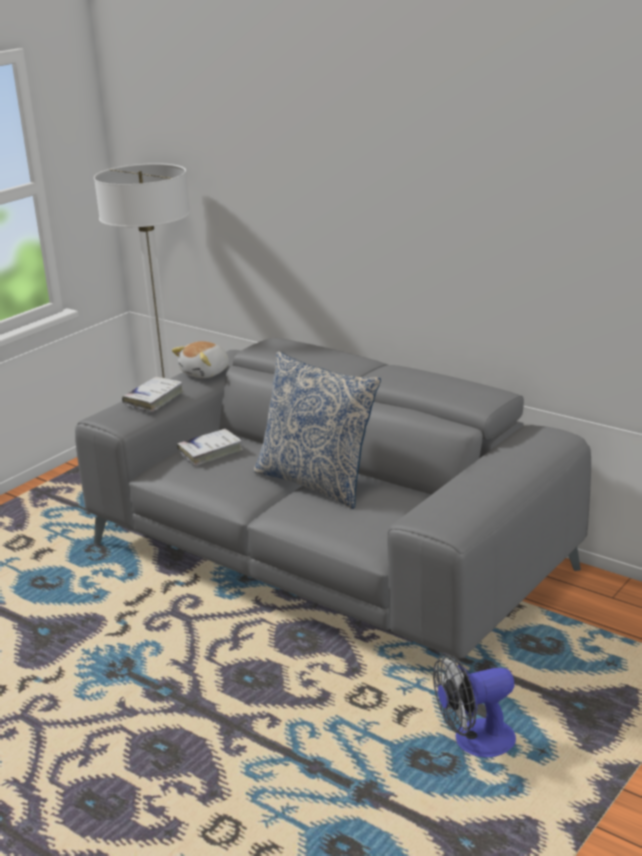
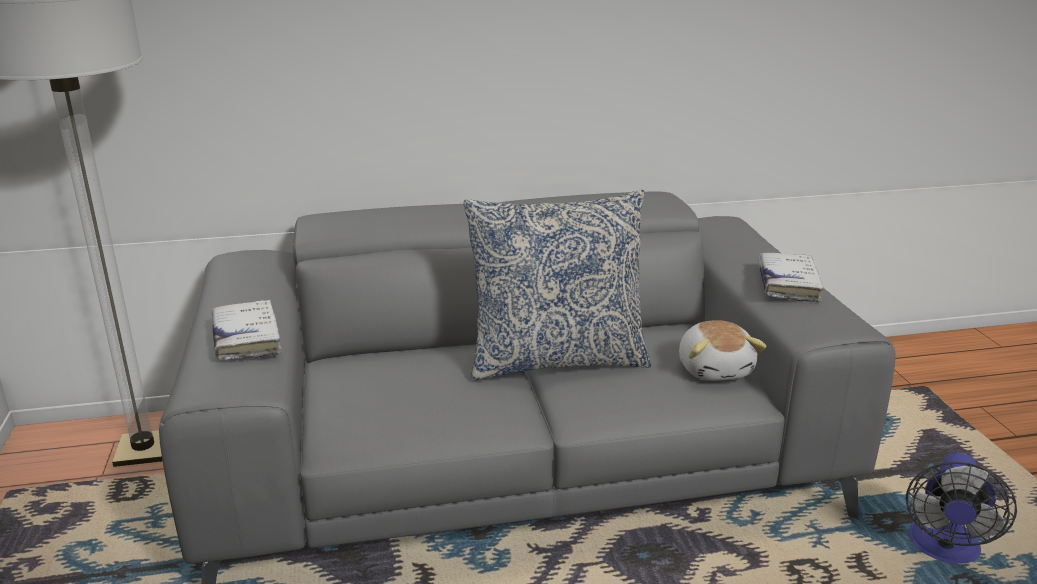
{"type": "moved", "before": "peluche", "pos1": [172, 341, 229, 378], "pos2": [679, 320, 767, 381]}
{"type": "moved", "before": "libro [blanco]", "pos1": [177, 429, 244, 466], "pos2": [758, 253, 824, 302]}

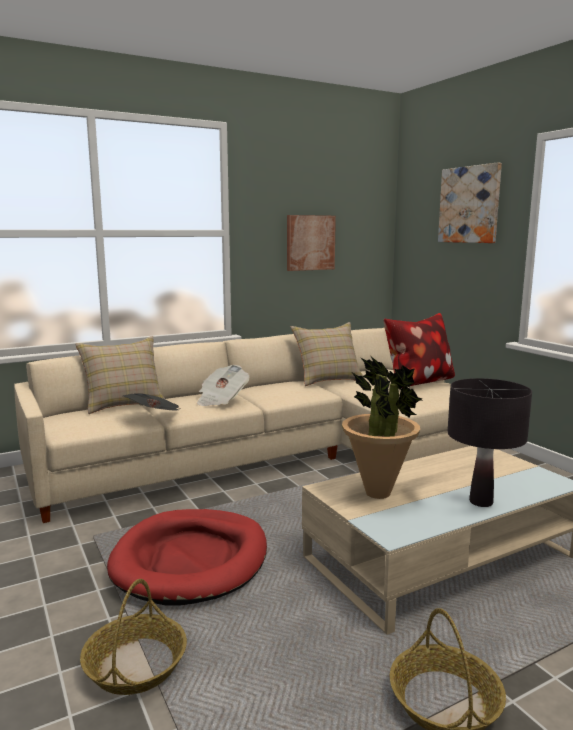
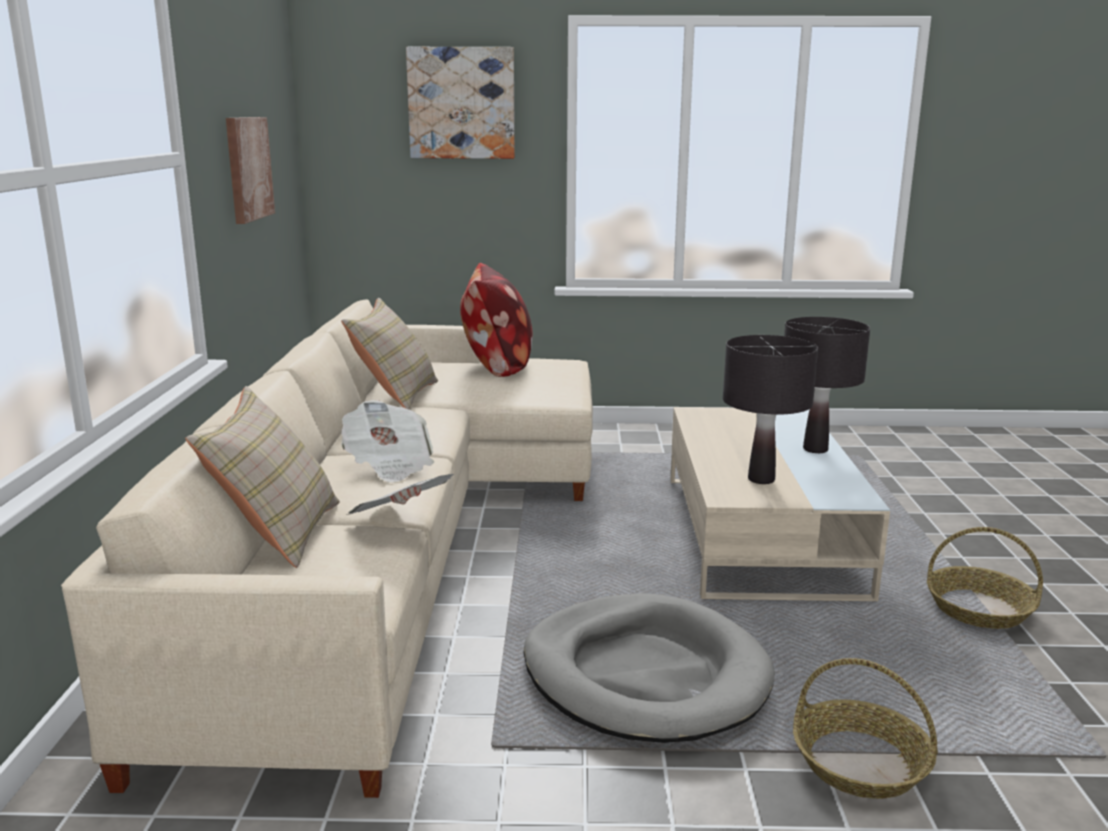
{"type": "replaced", "before": "planta en maceta", "after": "lámpara de mesa [negro]", "pos1": [342, 356, 422, 499], "pos2": [723, 335, 818, 484]}
{"type": "recoloured", "before": "cama para perro [rojo]", "after": "cama para perro [gris]", "pos1": [107, 509, 267, 606], "pos2": [523, 593, 775, 743]}

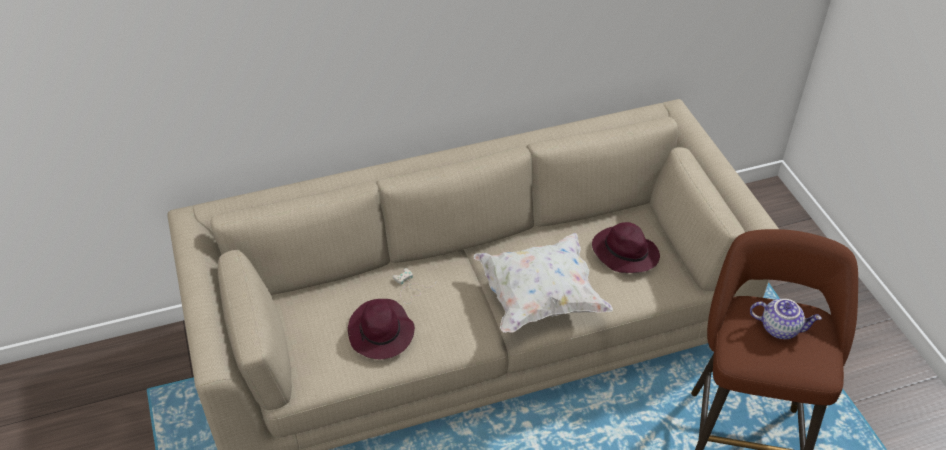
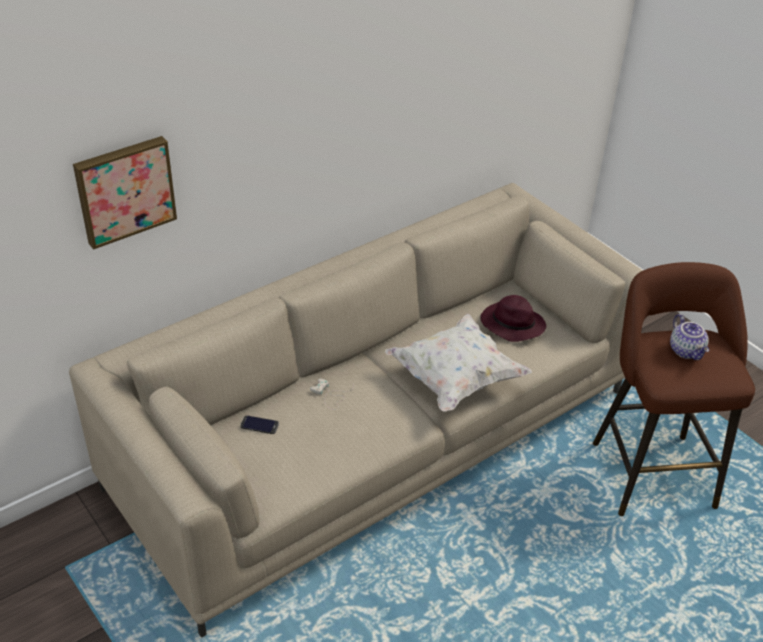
{"type": "removed", "before": "sombrero [morado]", "pos1": [348, 299, 415, 359]}
{"type": "added", "after": "cuadro", "pos2": [73, 136, 177, 250]}
{"type": "added", "after": "móvil", "pos2": [240, 416, 279, 434]}
{"type": "turned", "before": "tetera", "pos1": [750, 299, 822, 339], "pos2": [670, 314, 709, 360], "turn": 75}

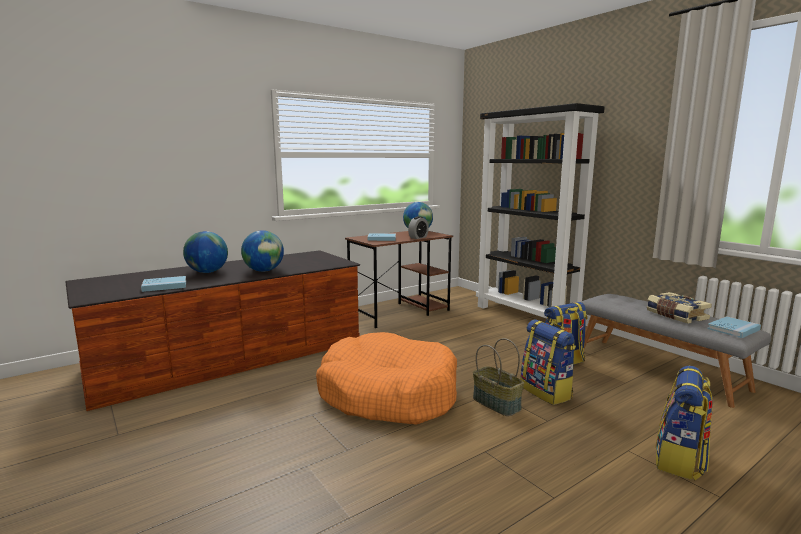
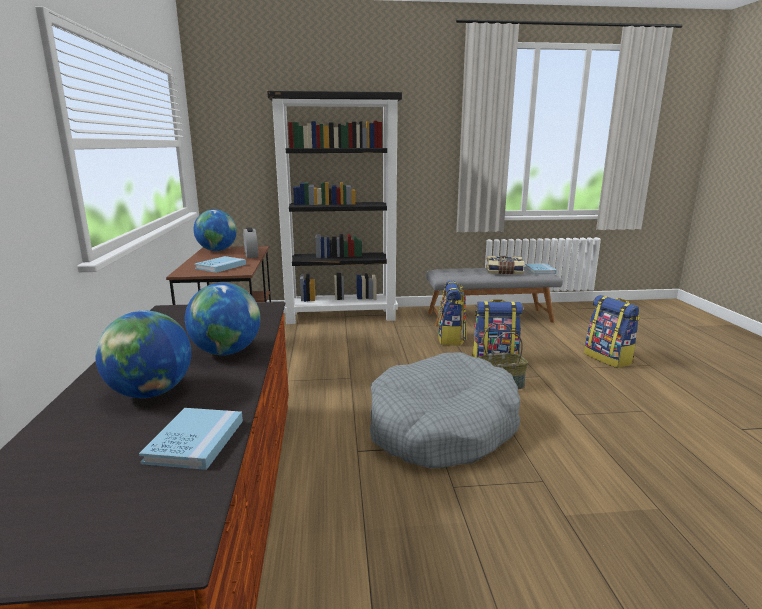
{"type": "recoloured", "before": "cama para perro [naranja]", "after": "cama para perro [gris]", "pos1": [316, 332, 457, 425], "pos2": [370, 352, 521, 468]}

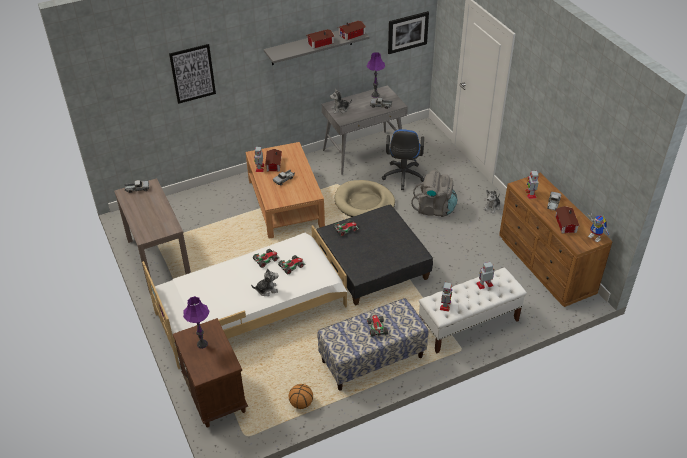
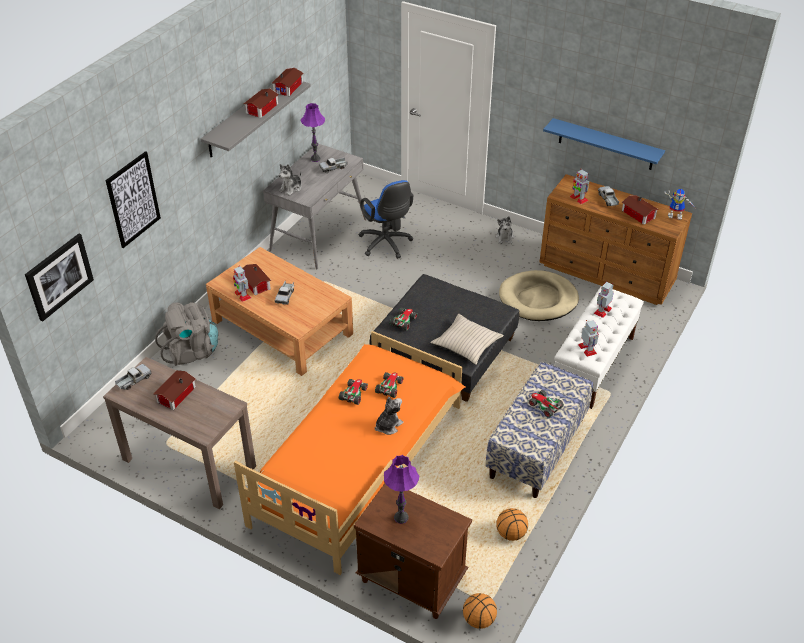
{"type": "added", "after": "casita", "pos2": [153, 370, 196, 410]}
{"type": "added", "after": "cojín [beis]", "pos2": [430, 314, 504, 365]}
{"type": "added", "after": "balón de baloncesto", "pos2": [463, 593, 497, 629]}
{"type": "added", "after": "estante [azul]", "pos2": [543, 118, 665, 170]}
{"type": "moved", "before": "cama para perro [beis]", "pos1": [335, 180, 395, 217], "pos2": [499, 270, 579, 321]}
{"type": "moved", "before": "cuadro", "pos1": [388, 11, 429, 54], "pos2": [25, 234, 94, 322]}
{"type": "moved", "before": "mochila [gris]", "pos1": [411, 170, 457, 217], "pos2": [155, 302, 218, 366]}
{"type": "recoloured", "before": "cama [blanco]", "after": "cama [naranja]", "pos1": [142, 225, 347, 369], "pos2": [234, 331, 465, 575]}

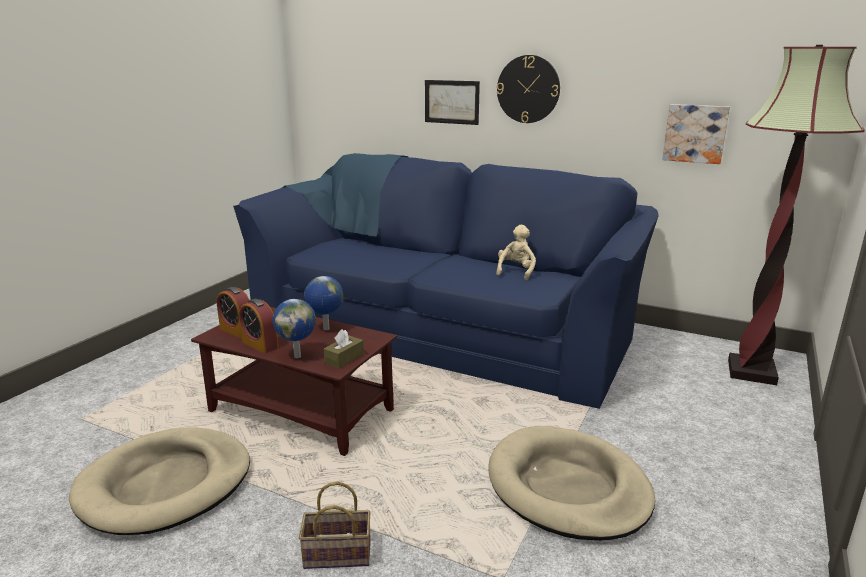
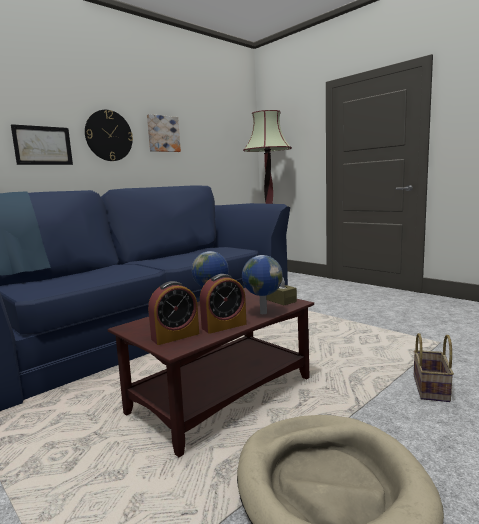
{"type": "removed", "before": "cama para perro [beis]", "pos1": [488, 426, 655, 541]}
{"type": "removed", "before": "peluche [beis]", "pos1": [496, 225, 536, 280]}
{"type": "moved", "before": "cuadro", "pos1": [662, 104, 730, 164], "pos2": [147, 114, 181, 152]}

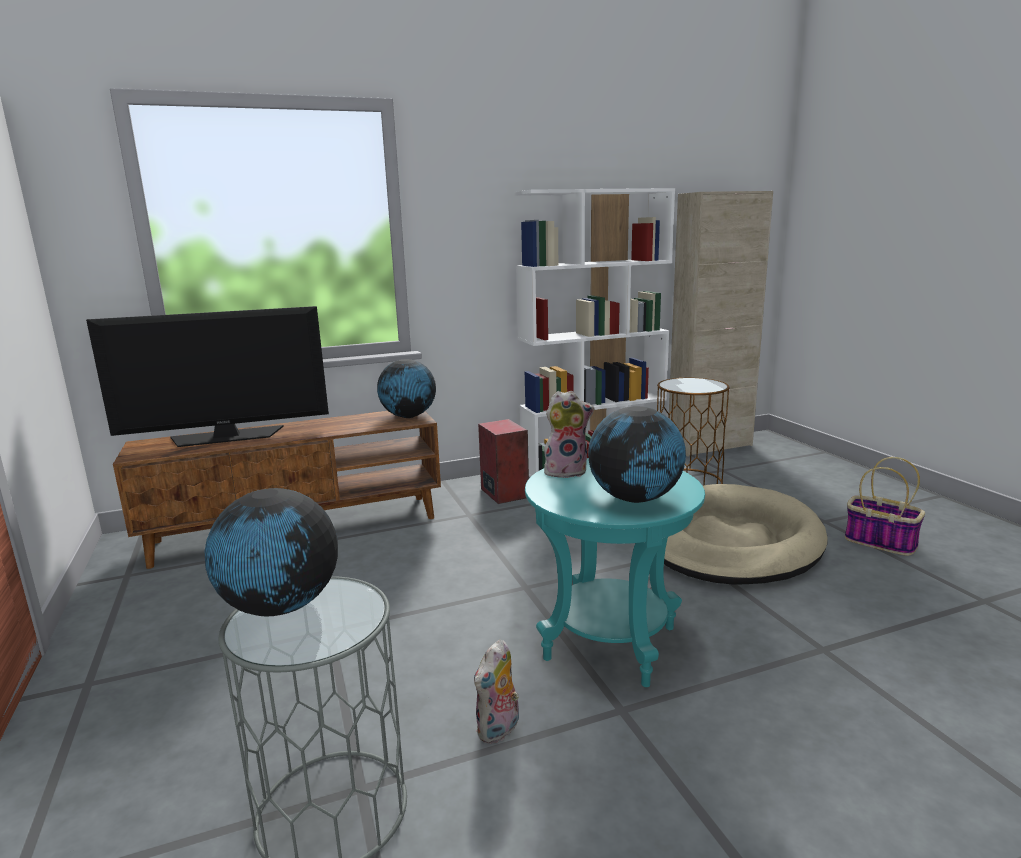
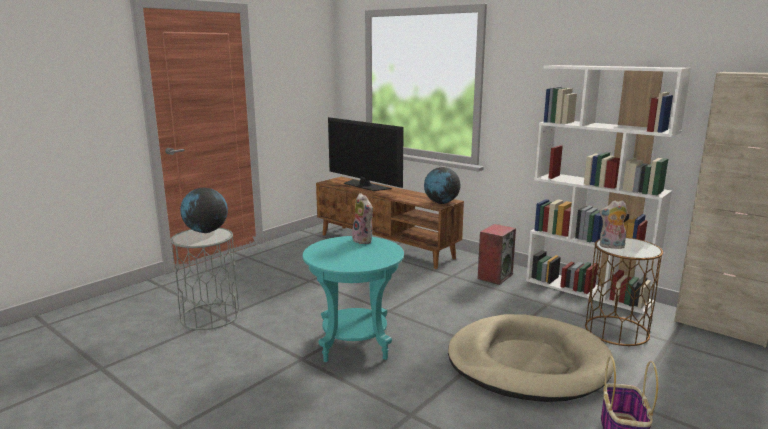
{"type": "removed", "before": "globo terráqueo", "pos1": [588, 406, 686, 503]}
{"type": "moved", "before": "peluche", "pos1": [474, 639, 519, 744], "pos2": [599, 201, 628, 249]}

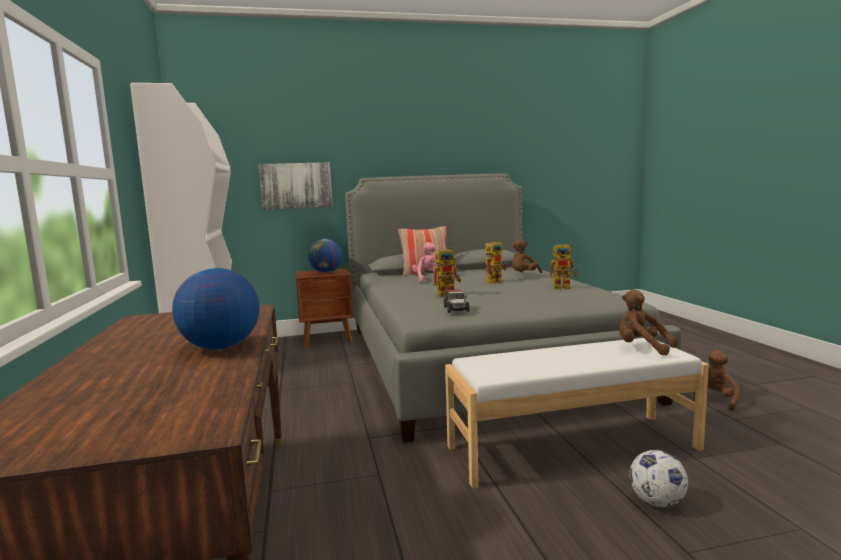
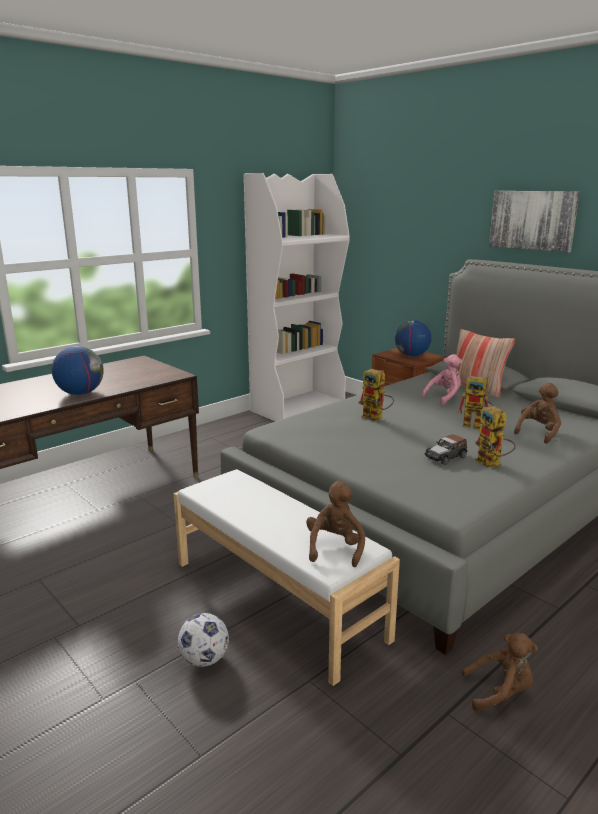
{"type": "moved", "before": "cuadro", "pos1": [259, 162, 333, 210], "pos2": [489, 191, 580, 253]}
{"type": "moved", "before": "coche de juguete", "pos1": [444, 290, 470, 313], "pos2": [425, 434, 467, 465]}
{"type": "turned", "before": "peluche [marrón]", "pos1": [512, 239, 542, 273], "pos2": [514, 383, 561, 444], "turn": 120}

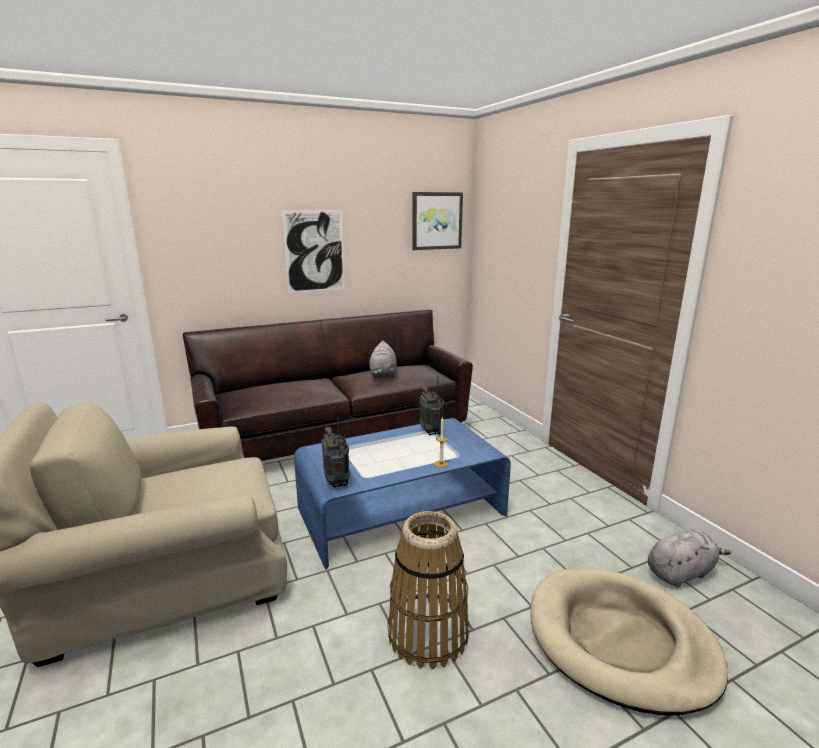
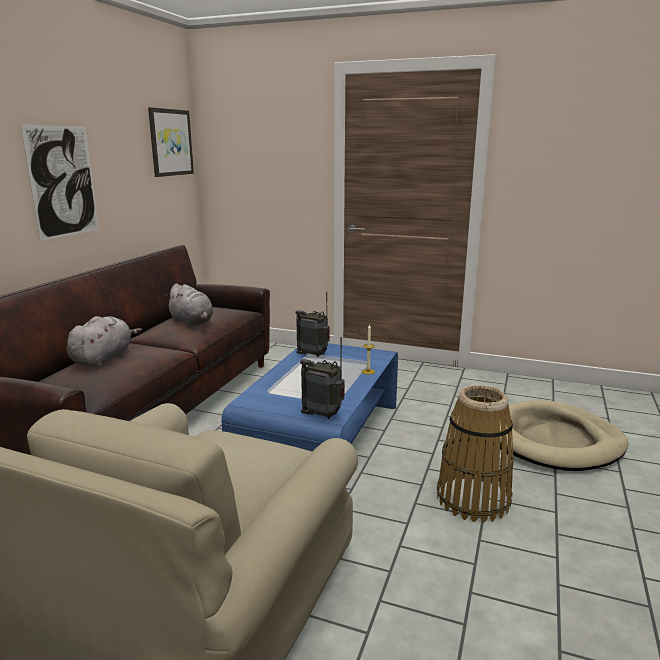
{"type": "moved", "before": "peluche [gris]", "pos1": [648, 529, 731, 588], "pos2": [67, 316, 142, 367]}

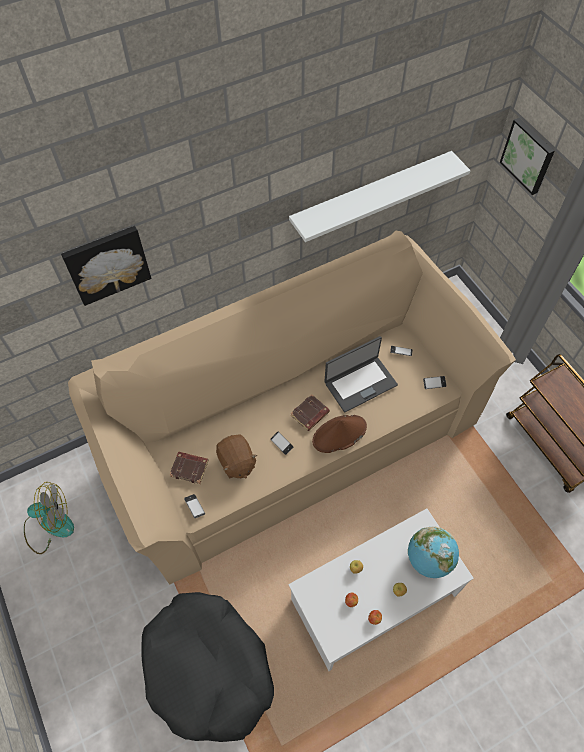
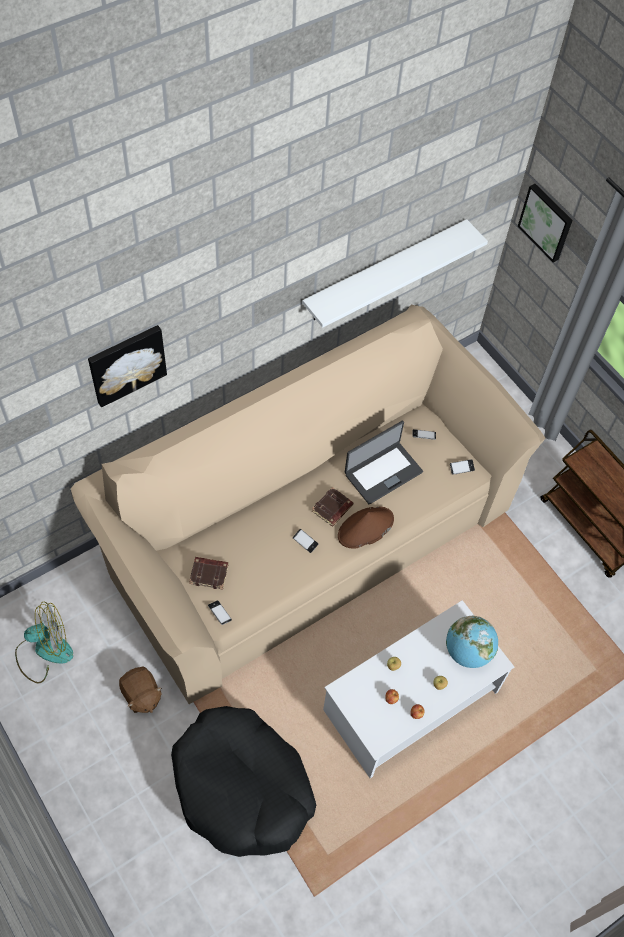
{"type": "moved", "before": "peluche [marrón]", "pos1": [216, 434, 257, 479], "pos2": [119, 666, 162, 713]}

